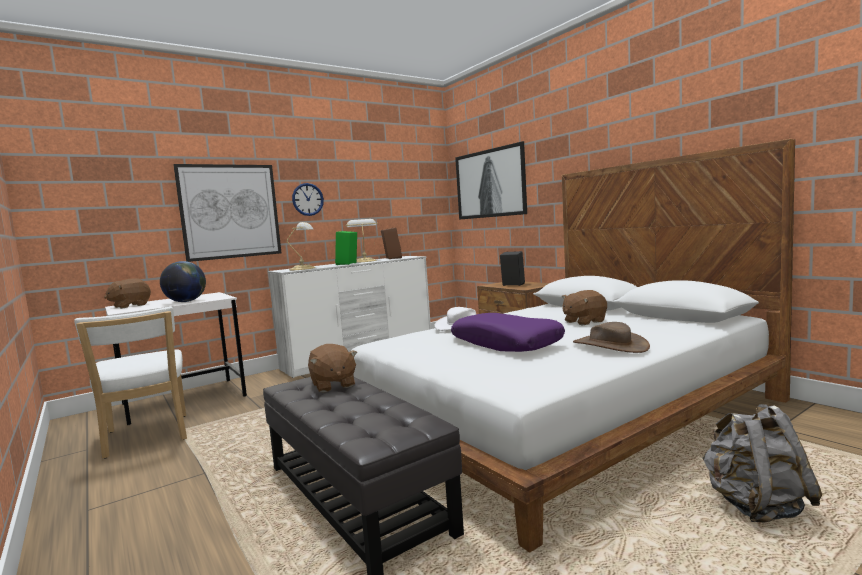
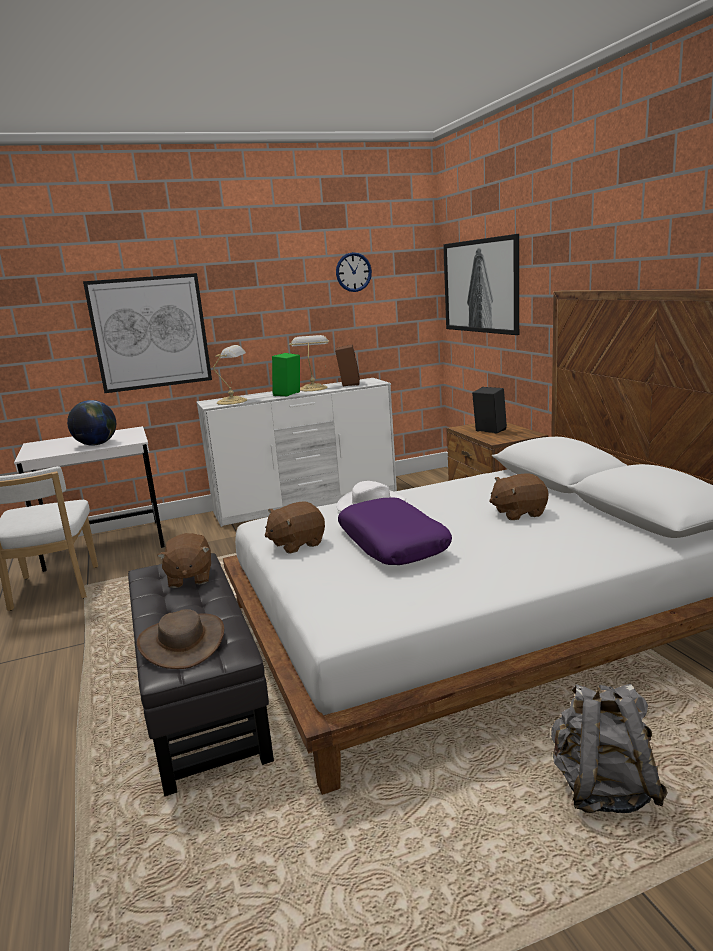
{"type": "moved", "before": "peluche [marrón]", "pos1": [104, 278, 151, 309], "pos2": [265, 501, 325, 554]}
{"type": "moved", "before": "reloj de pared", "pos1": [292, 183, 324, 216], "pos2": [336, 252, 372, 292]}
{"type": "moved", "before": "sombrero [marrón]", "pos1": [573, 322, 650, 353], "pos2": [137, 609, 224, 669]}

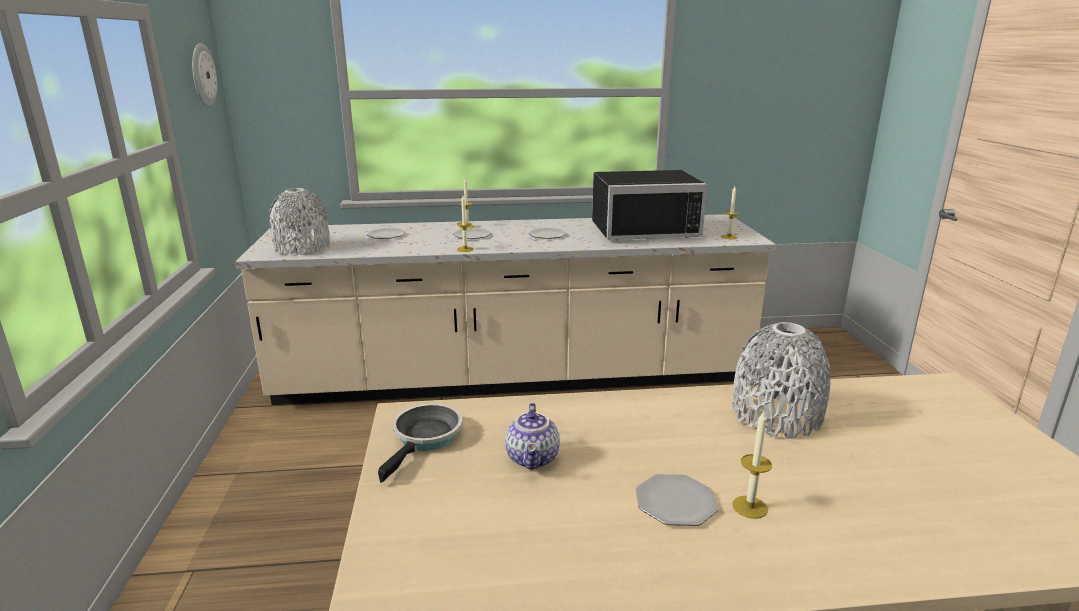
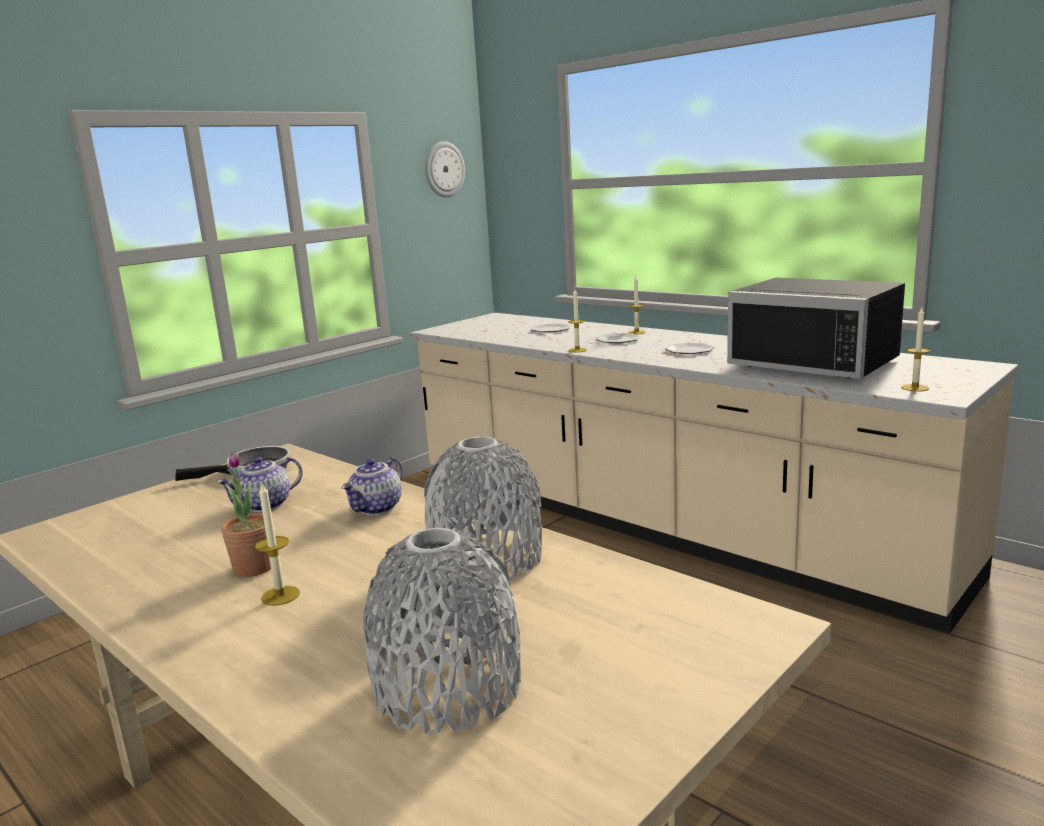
{"type": "added", "after": "tetera", "pos2": [341, 457, 402, 515]}
{"type": "moved", "before": "florero [gris]", "pos1": [269, 188, 330, 256], "pos2": [363, 528, 521, 734]}
{"type": "replaced", "before": "plato", "after": "planta en maceta", "pos1": [636, 474, 719, 526], "pos2": [221, 452, 271, 577]}

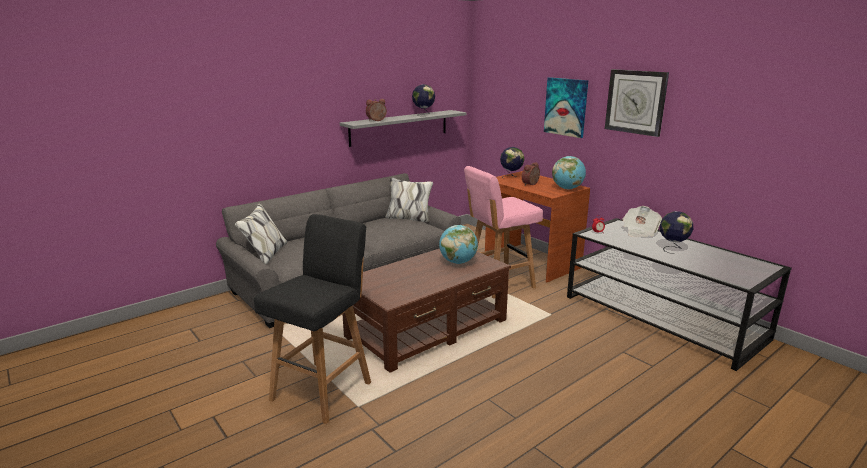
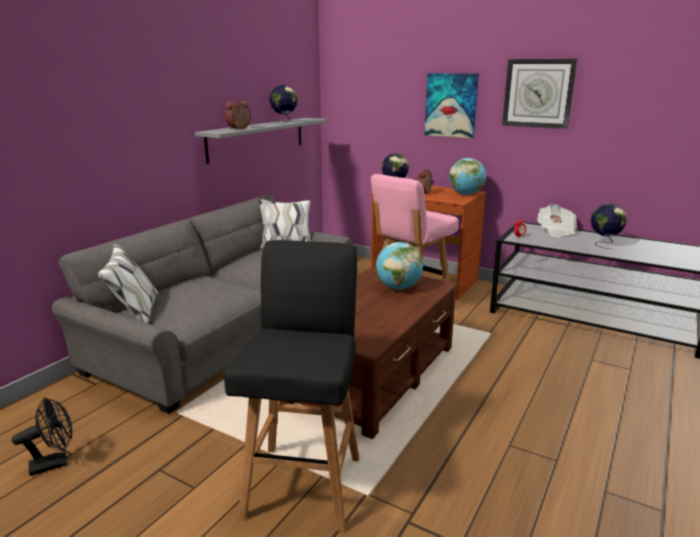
{"type": "added", "after": "ventilador [negro]", "pos2": [12, 397, 72, 476]}

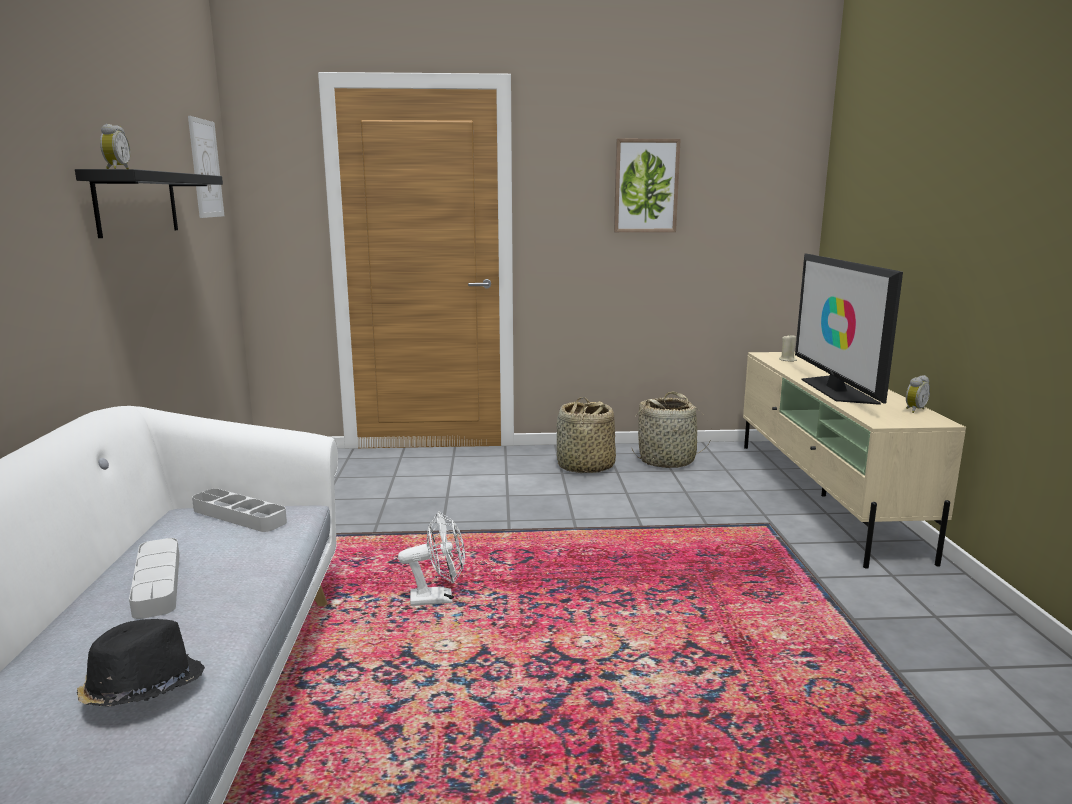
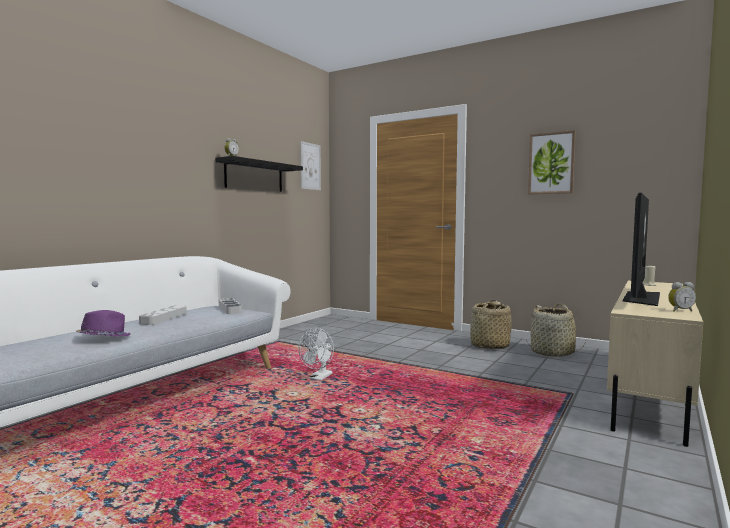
{"type": "recoloured", "before": "sombrero [negro]", "after": "sombrero [morado]", "pos1": [77, 619, 205, 707], "pos2": [75, 310, 130, 336]}
{"type": "turned", "before": "ventilador [blanco]", "pos1": [398, 512, 465, 606], "pos2": [298, 328, 334, 381], "turn": 90}

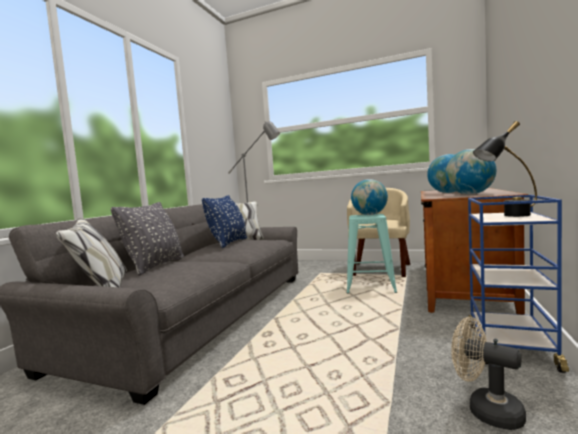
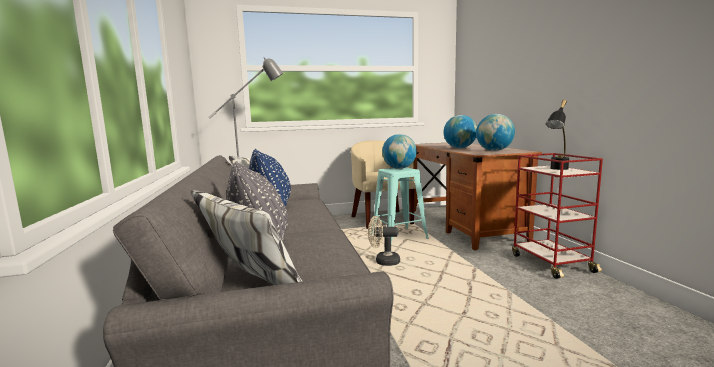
{"type": "moved", "before": "ventilador [beis]", "pos1": [451, 317, 526, 430], "pos2": [368, 216, 400, 266]}
{"type": "recoloured", "before": "carrito [azul]", "after": "carrito [rojo]", "pos1": [468, 195, 569, 373], "pos2": [512, 153, 603, 279]}

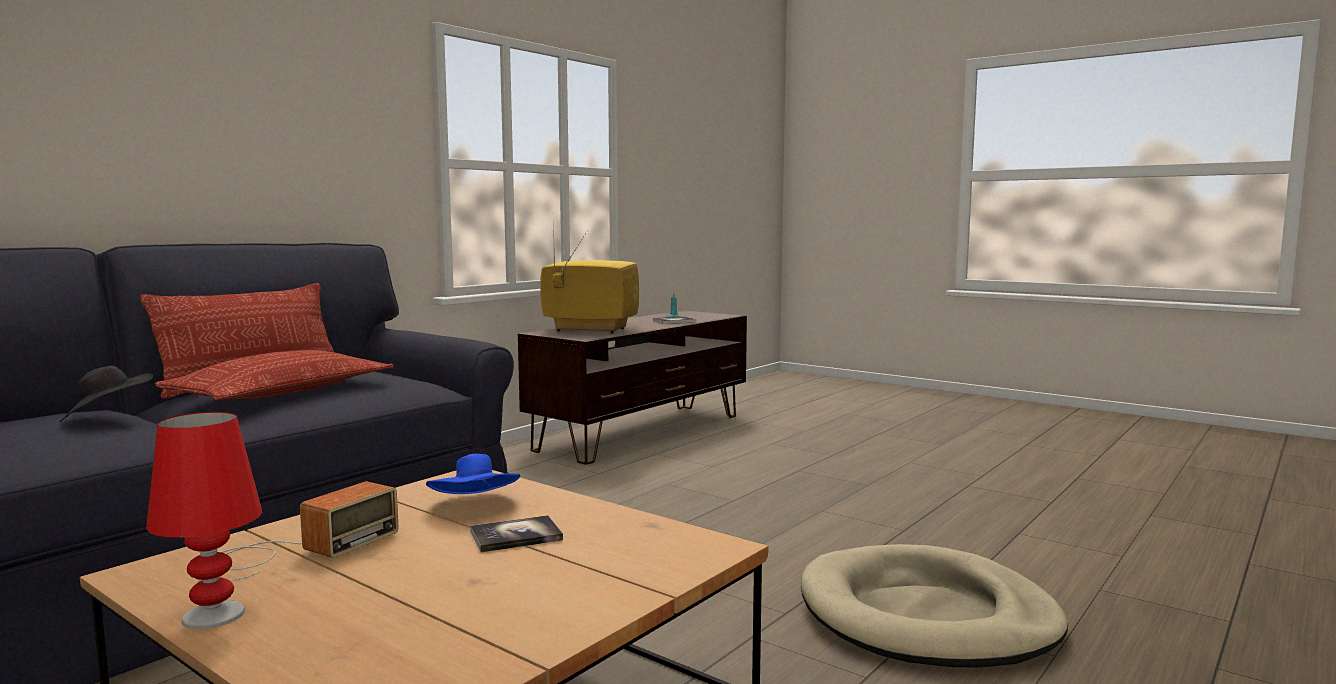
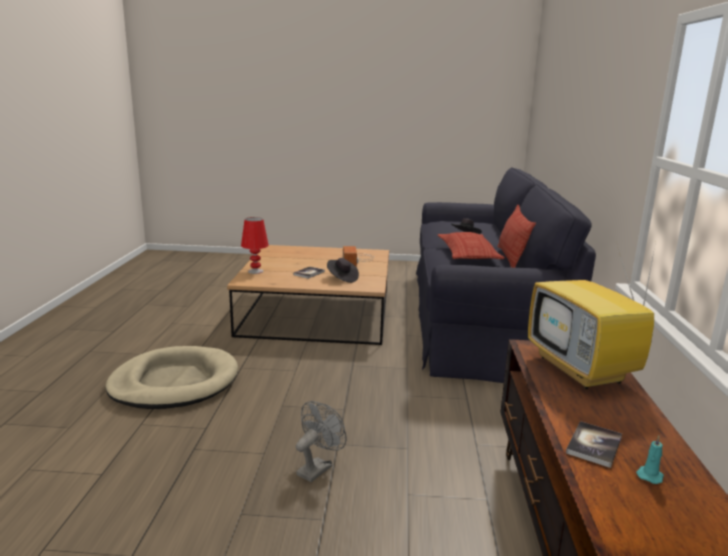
{"type": "added", "after": "ventilador [gris]", "pos2": [296, 401, 346, 482]}
{"type": "moved", "before": "lámpara de mesa [rojo]", "pos1": [146, 412, 262, 629], "pos2": [241, 217, 269, 274]}
{"type": "recoloured", "before": "sombrero [azul]", "after": "sombrero [negro]", "pos1": [426, 454, 520, 494], "pos2": [327, 258, 359, 283]}
{"type": "turned", "before": "televisor", "pos1": [540, 216, 639, 333], "pos2": [528, 242, 656, 389], "turn": 90}

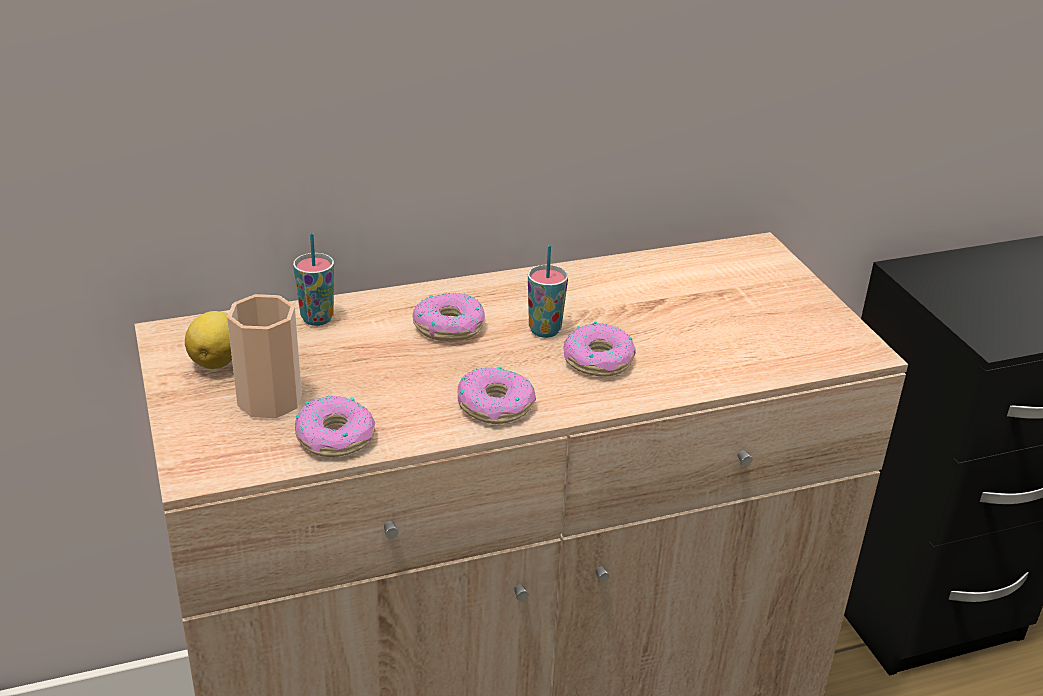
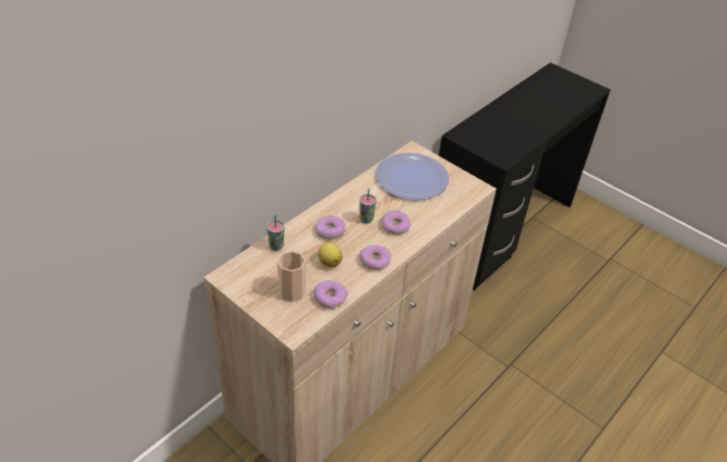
{"type": "added", "after": "plato", "pos2": [375, 153, 449, 200]}
{"type": "moved", "before": "limón", "pos1": [185, 311, 232, 369], "pos2": [318, 242, 342, 267]}

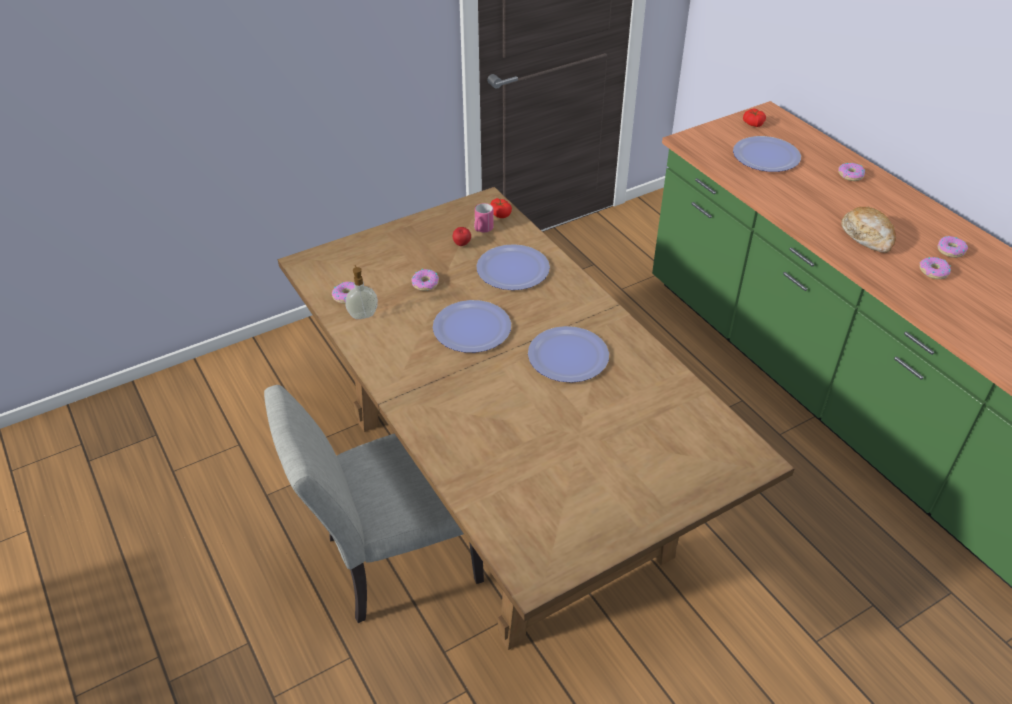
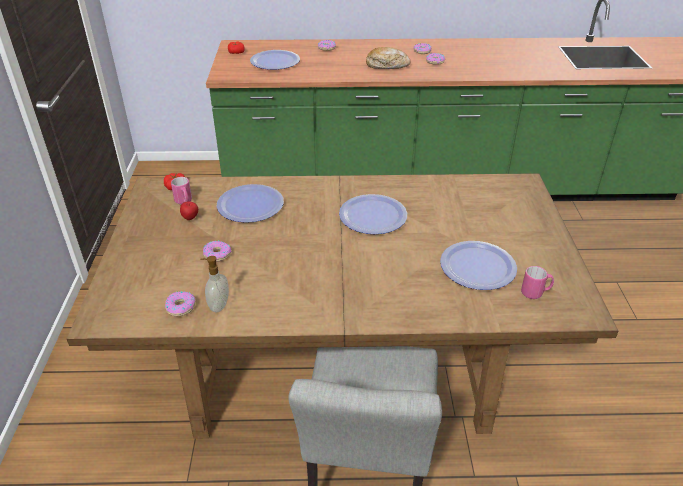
{"type": "added", "after": "taza grande [rosa]", "pos2": [521, 266, 554, 299]}
{"type": "moved", "before": "plato", "pos1": [433, 300, 511, 353], "pos2": [440, 241, 517, 290]}

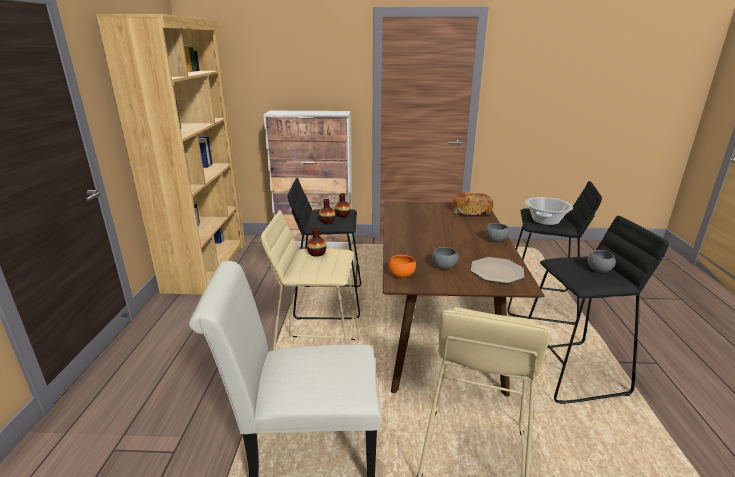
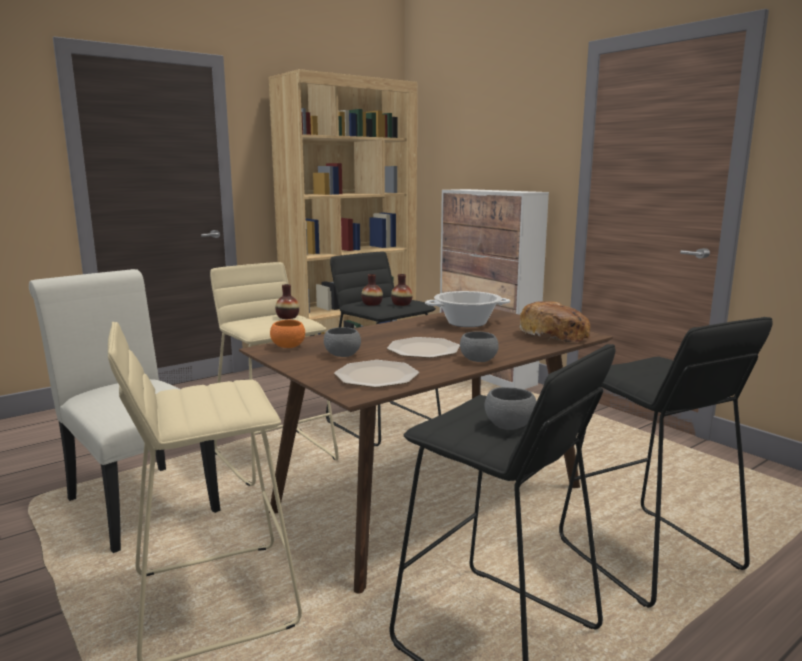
{"type": "added", "after": "plato", "pos2": [387, 337, 460, 358]}
{"type": "moved", "before": "olla", "pos1": [525, 197, 573, 225], "pos2": [425, 291, 510, 327]}

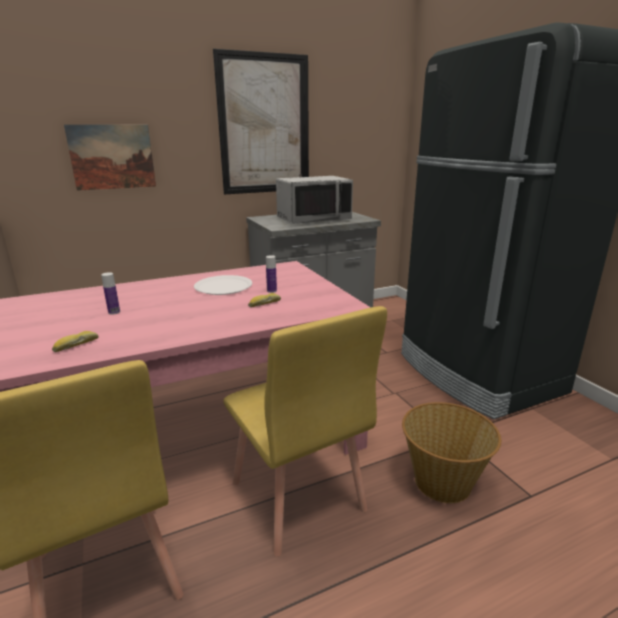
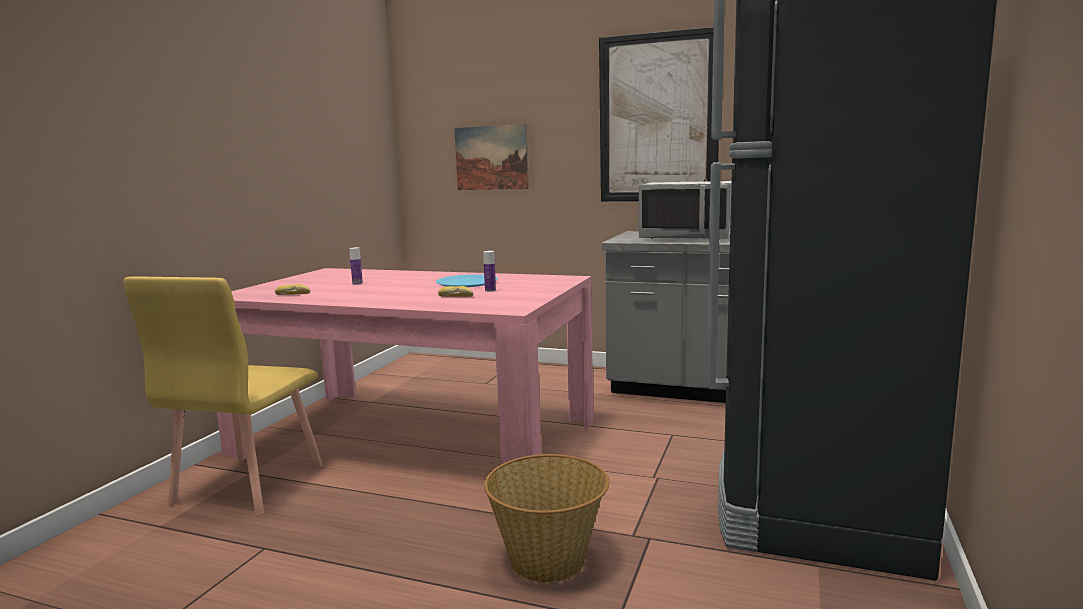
{"type": "removed", "before": "silla [amarillo]", "pos1": [223, 306, 387, 557]}
{"type": "recoloured", "before": "plato [blanco]", "after": "plato [azul]", "pos1": [194, 275, 252, 295], "pos2": [436, 274, 498, 287]}

